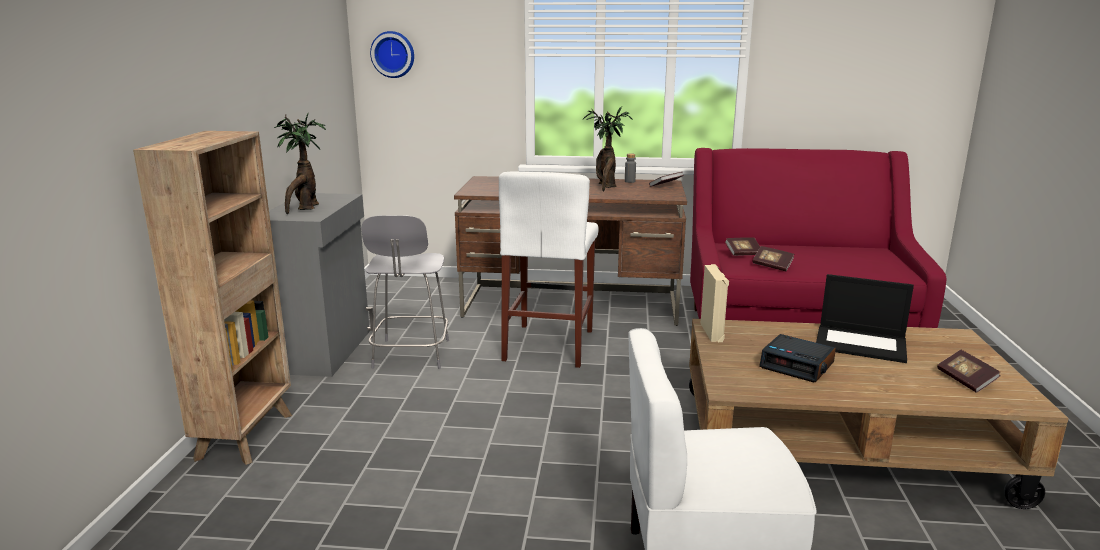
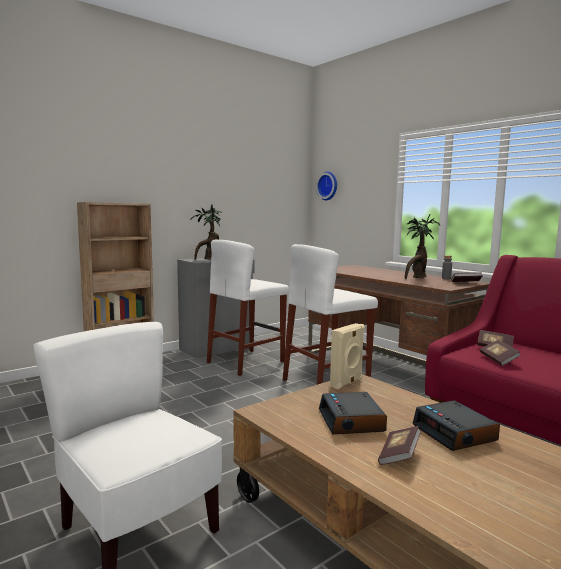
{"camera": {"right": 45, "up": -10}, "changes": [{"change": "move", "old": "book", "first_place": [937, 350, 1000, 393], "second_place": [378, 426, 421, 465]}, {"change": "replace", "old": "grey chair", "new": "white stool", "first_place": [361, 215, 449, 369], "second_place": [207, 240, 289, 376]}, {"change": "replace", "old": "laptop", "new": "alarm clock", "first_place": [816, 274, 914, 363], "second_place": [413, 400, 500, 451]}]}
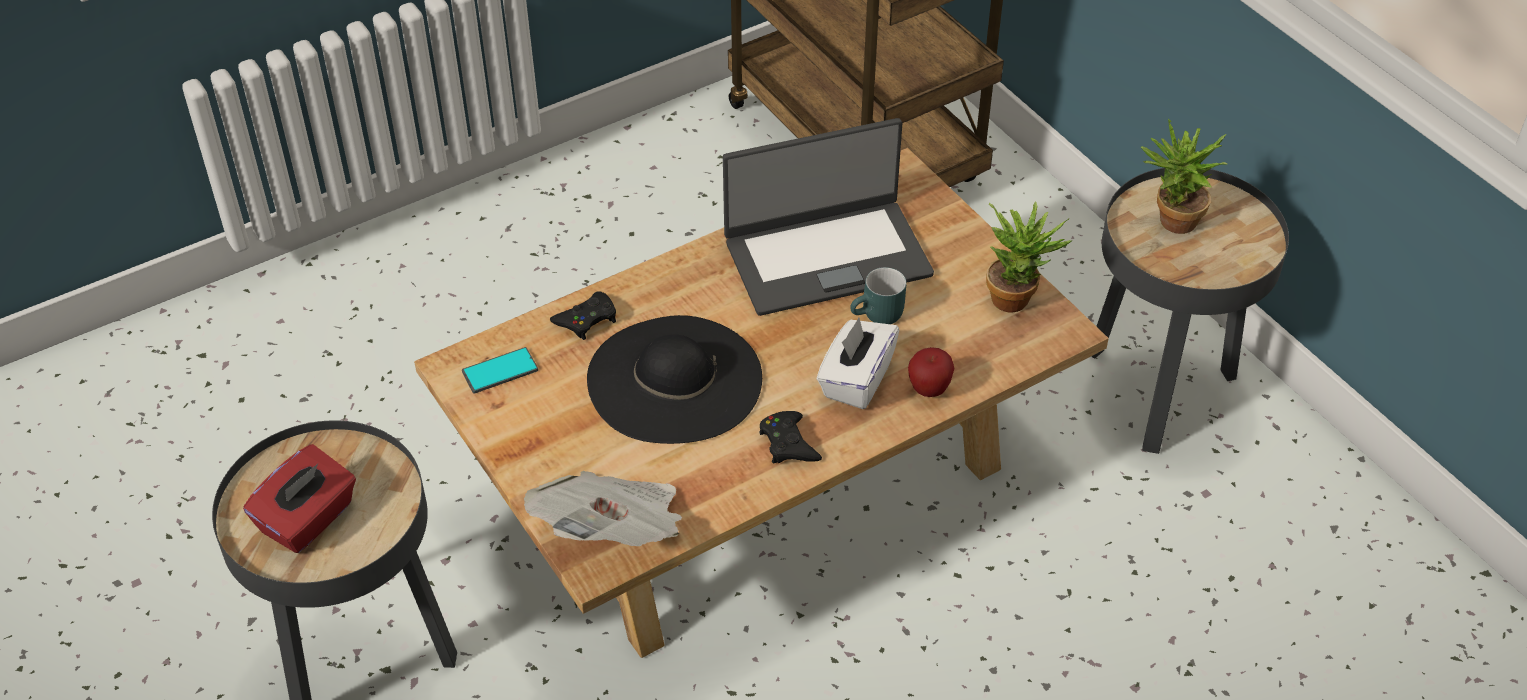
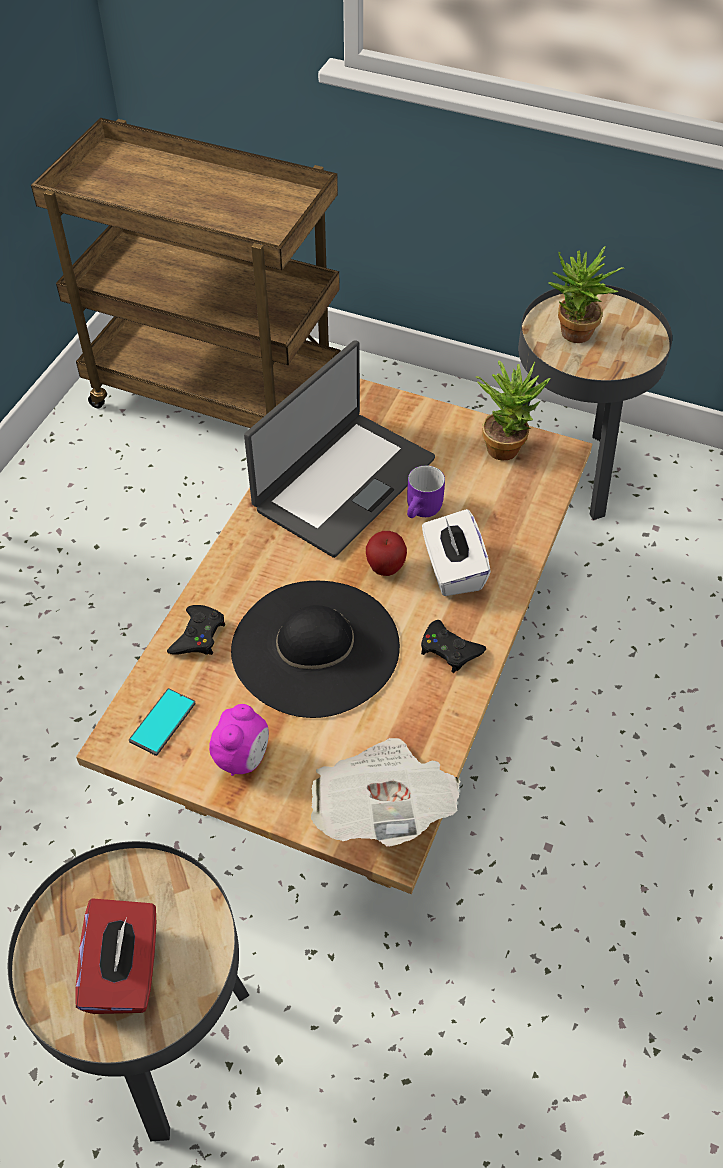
{"camera": {"right": -35, "up": 5}, "changes": [{"change": "insert", "new": "alarm clock", "second_place": [209, 704, 269, 776]}, {"change": "move", "old": "apple", "first_place": [908, 347, 955, 397], "second_place": [366, 531, 407, 576]}, {"change": "recolor", "old": "turquoise mug", "new": "purple mug", "first_place": [850, 267, 906, 324], "second_place": [407, 465, 445, 518]}]}
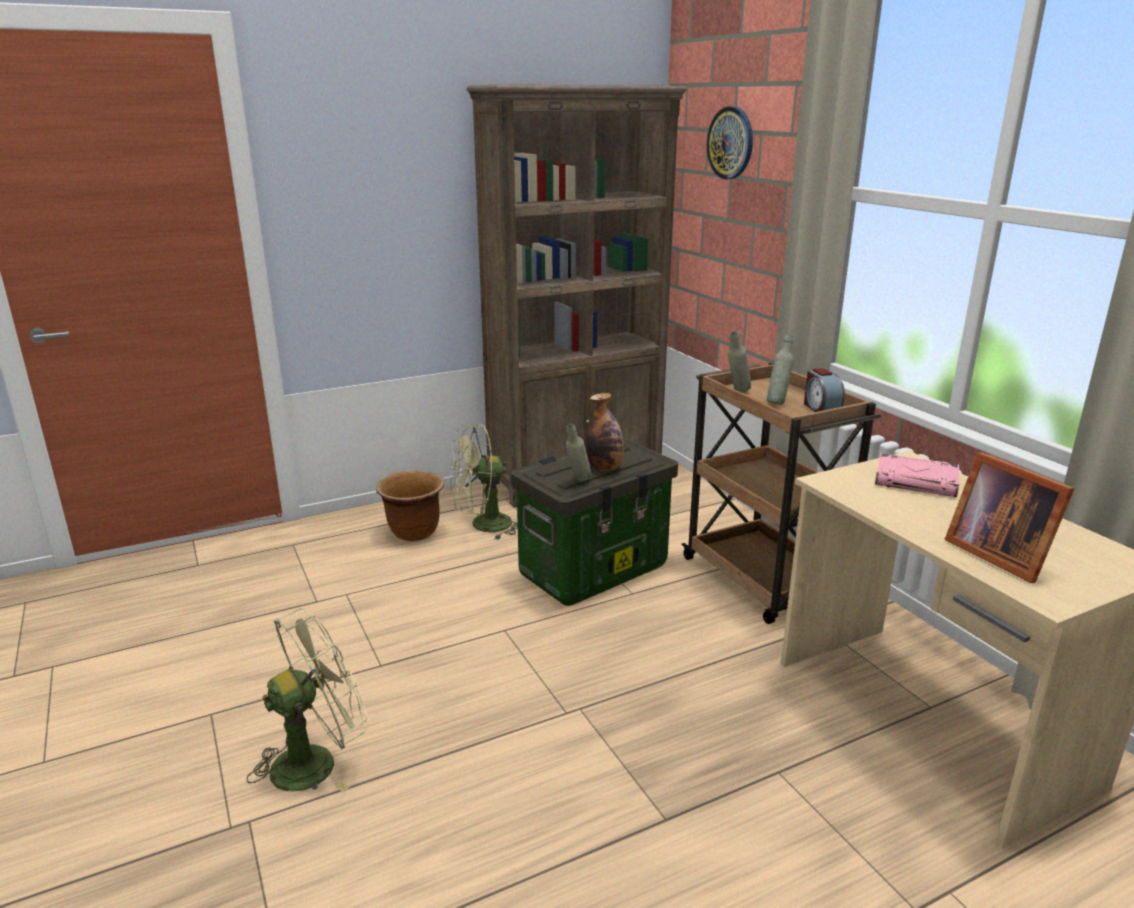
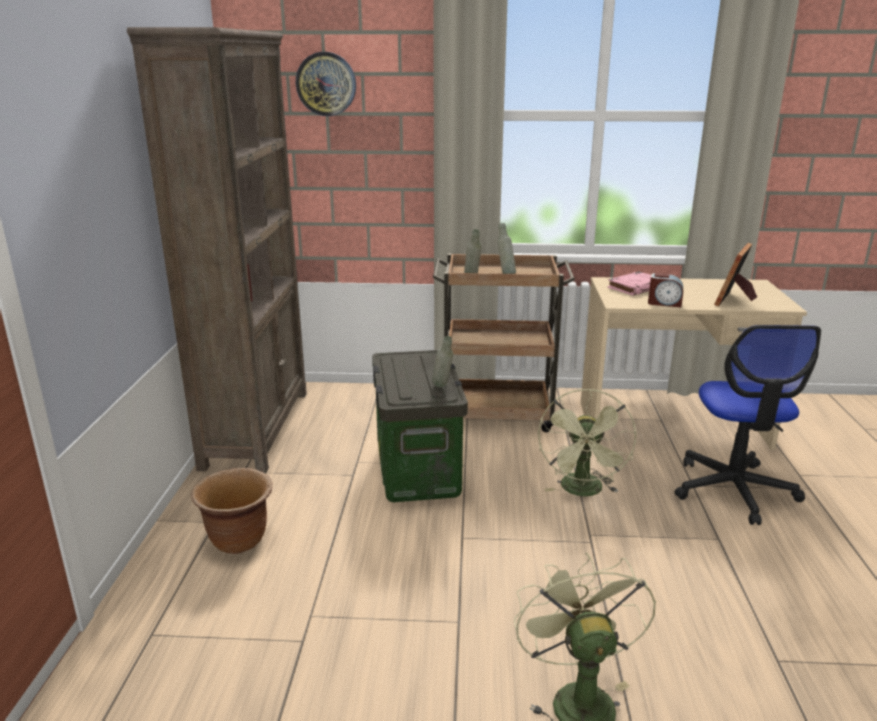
{"camera": {"right": -60, "up": 0}, "changes": [{"change": "delete", "old": "bottle", "first_place": [585, 393, 624, 471]}, {"change": "insert", "new": "office chair", "second_place": [675, 325, 821, 525]}, {"change": "move", "old": "green fan", "first_place": [449, 424, 518, 540], "second_place": [538, 389, 636, 496]}, {"change": "move", "old": "alarm clock", "first_place": [804, 368, 845, 412], "second_place": [648, 273, 683, 307]}, {"change": "rotate", "old": "picture frame", "first_place": [945, 452, 1074, 583], "second_place": [714, 243, 757, 307], "degrees": 120}]}
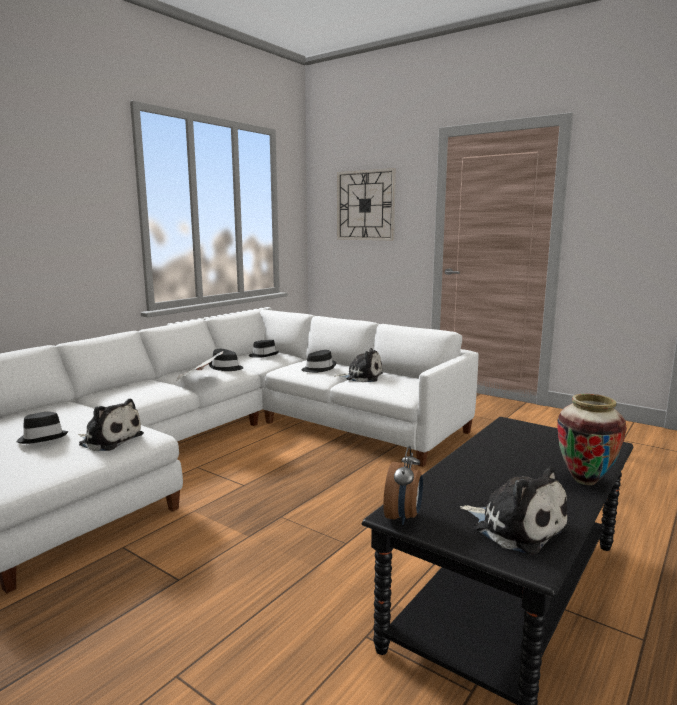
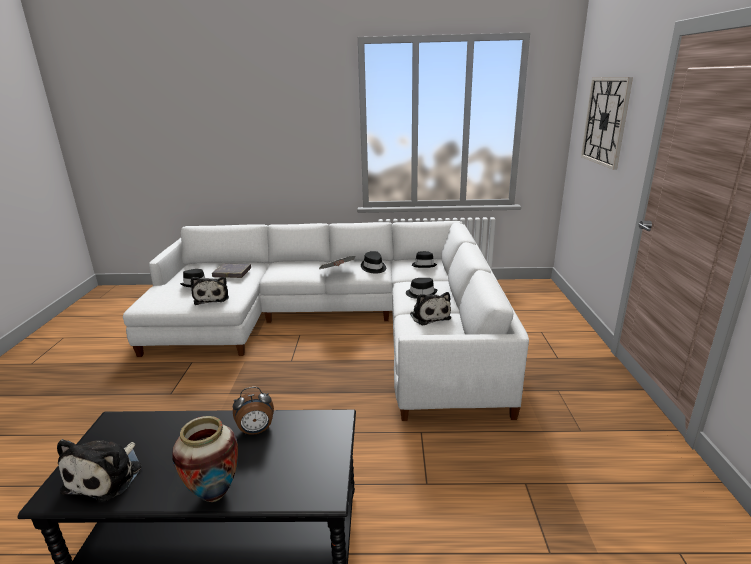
{"camera": {"right": 55, "up": 10}, "changes": [{"change": "insert", "new": "grey book", "second_place": [212, 263, 251, 278]}, {"change": "move", "old": "alarm clock", "first_place": [383, 446, 423, 525], "second_place": [233, 387, 274, 435]}]}
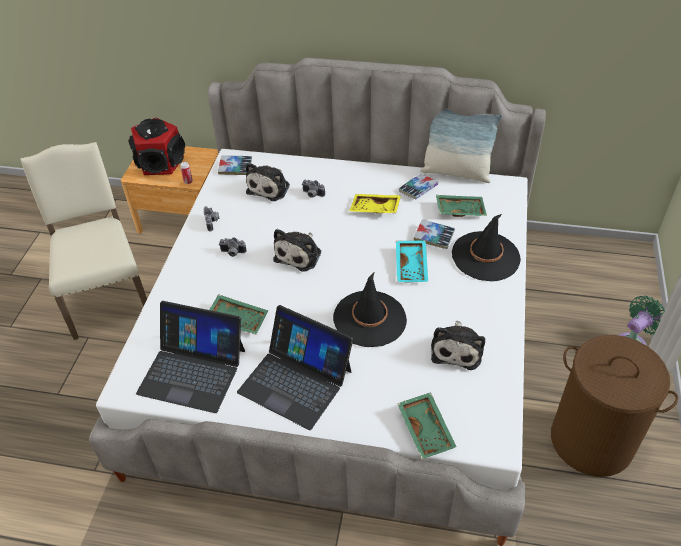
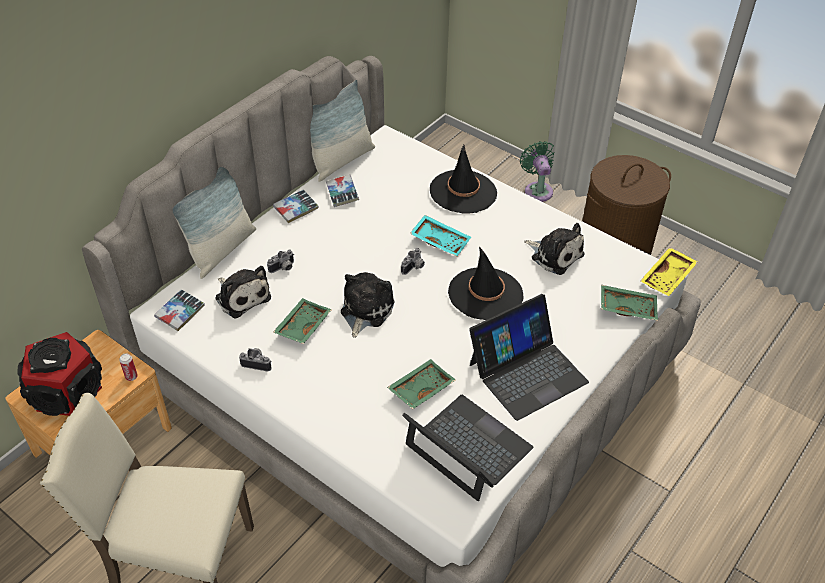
{"camera": {"right": -65, "up": 0}, "changes": [{"change": "insert", "new": "pillow", "second_place": [173, 167, 256, 279]}, {"change": "move", "old": "photo camera", "first_place": [219, 237, 246, 257], "second_place": [401, 248, 425, 275]}, {"change": "move", "old": "yellow tray", "first_place": [349, 194, 401, 213], "second_place": [641, 247, 698, 296]}, {"change": "move", "old": "book", "first_place": [414, 219, 455, 249], "second_place": [273, 190, 319, 223]}, {"change": "move", "old": "green tray", "first_place": [436, 195, 487, 217], "second_place": [273, 298, 332, 344]}, {"change": "rotate", "old": "laptop", "first_place": [136, 301, 245, 413], "second_place": [402, 395, 533, 501], "degrees": -90}, {"change": "rotate", "old": "plush toy", "first_place": [273, 229, 321, 272], "second_place": [341, 272, 394, 338], "degrees": -120}]}
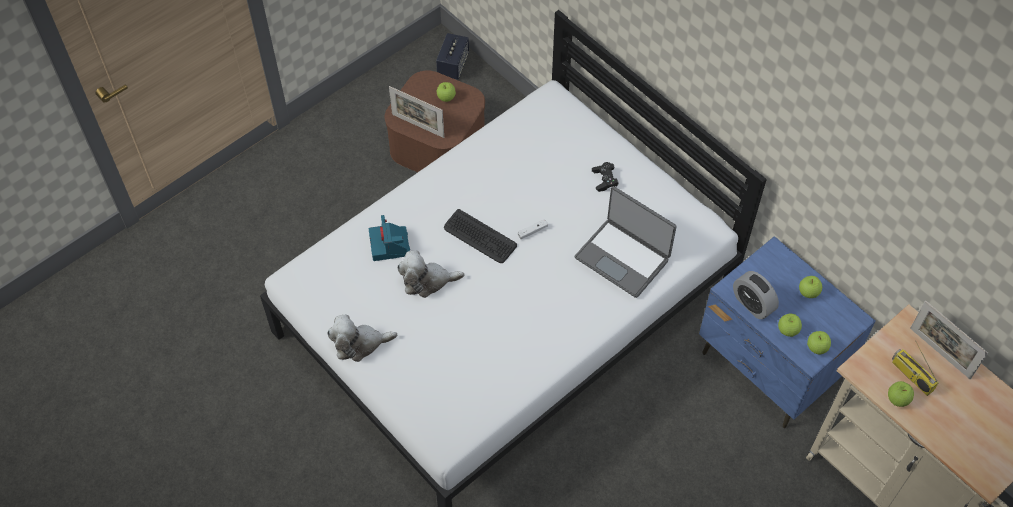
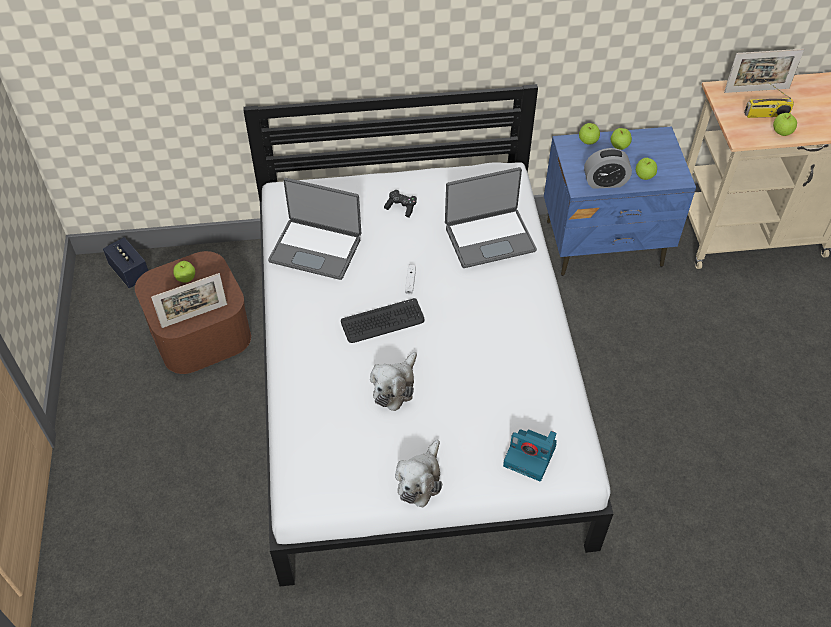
{"camera": {"right": -55, "up": -5}, "changes": [{"change": "insert", "new": "laptop", "second_place": [268, 178, 361, 280]}, {"change": "move", "old": "photo camera", "first_place": [369, 215, 410, 261], "second_place": [503, 429, 557, 481]}, {"change": "move", "old": "apple", "first_place": [807, 331, 831, 355], "second_place": [579, 123, 600, 145]}]}
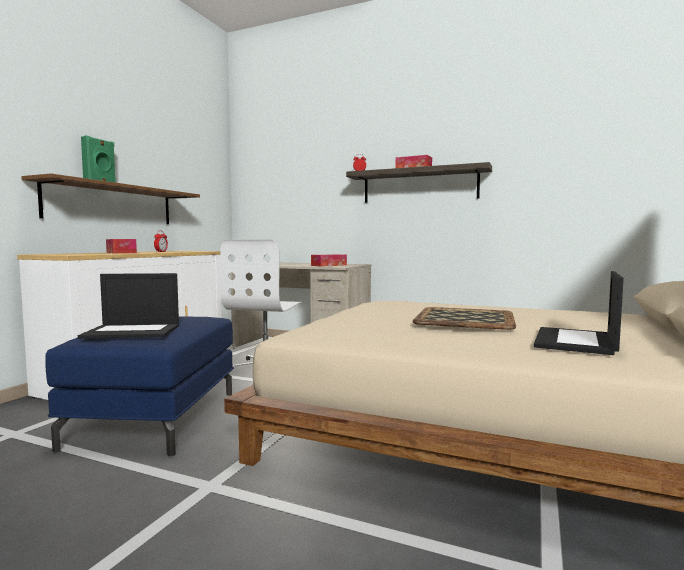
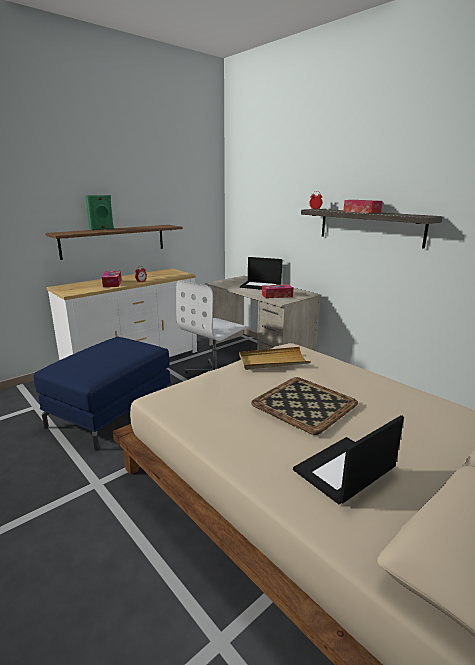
{"camera": {"right": 25, "up": 15}, "changes": [{"change": "insert", "new": "beige tray", "second_place": [239, 347, 311, 370]}, {"change": "move", "old": "laptop", "first_place": [78, 273, 179, 339], "second_place": [240, 257, 283, 290]}]}
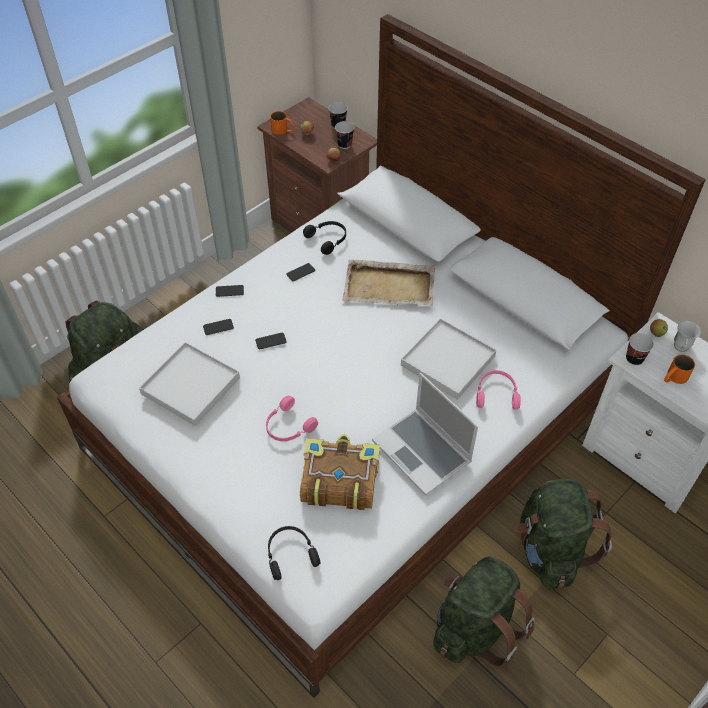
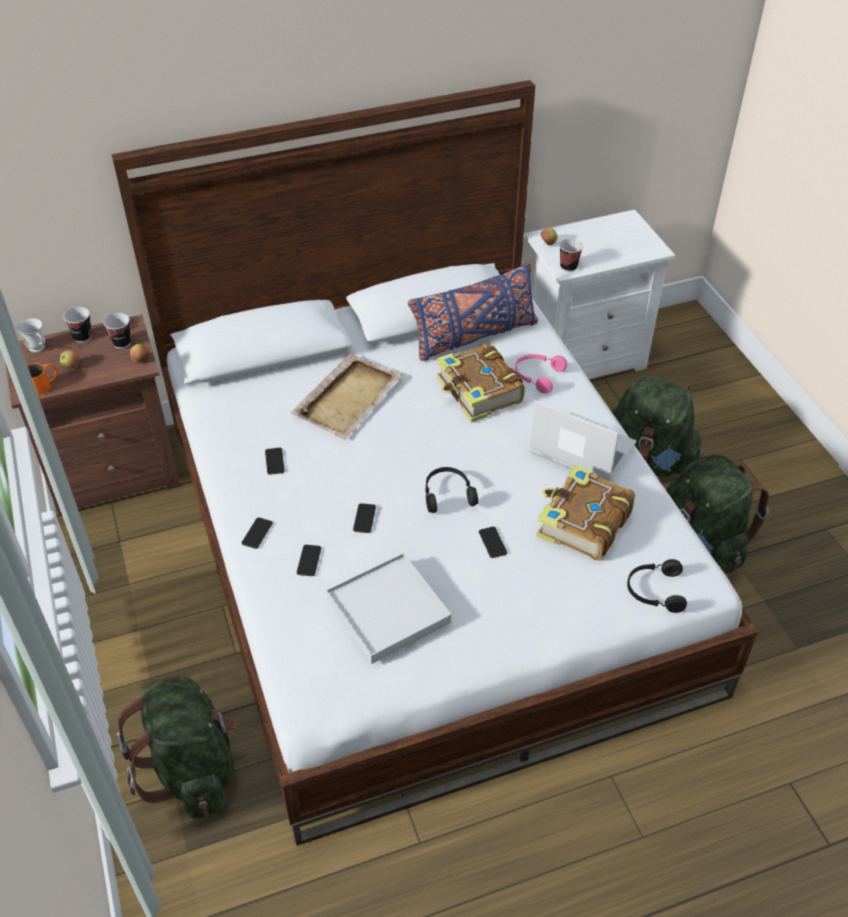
{"camera": {"right": -65, "up": -5}, "changes": [{"change": "delete", "old": "orange mug", "first_place": [664, 354, 695, 384]}, {"change": "insert", "new": "blue pillow", "second_place": [408, 262, 538, 361]}, {"change": "move", "old": "black headphones", "first_place": [303, 221, 346, 255], "second_place": [426, 467, 478, 513]}, {"change": "move", "old": "white mug", "first_place": [674, 321, 701, 352], "second_place": [17, 318, 45, 353]}, {"change": "replace", "old": "pink headphones", "new": "phone", "first_place": [266, 396, 318, 441], "second_place": [479, 527, 507, 558]}, {"change": "replace", "old": "white tray", "new": "book", "first_place": [401, 318, 496, 400], "second_place": [437, 343, 525, 423]}, {"change": "rotate", "old": "laptop", "first_place": [372, 373, 478, 496], "second_place": [529, 400, 636, 482], "degrees": -135}]}
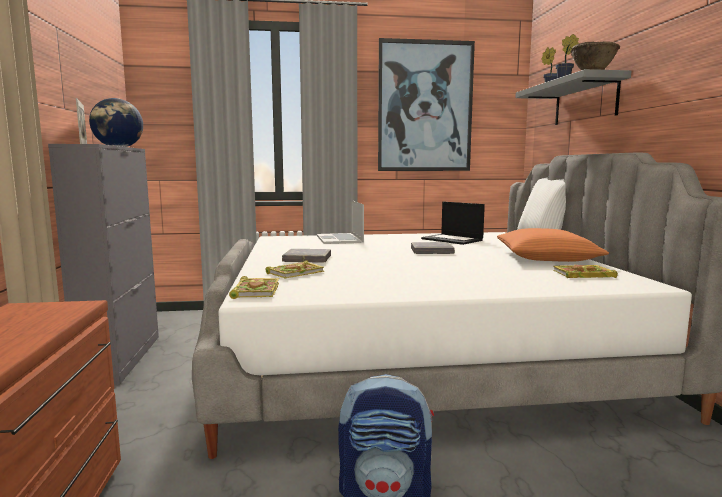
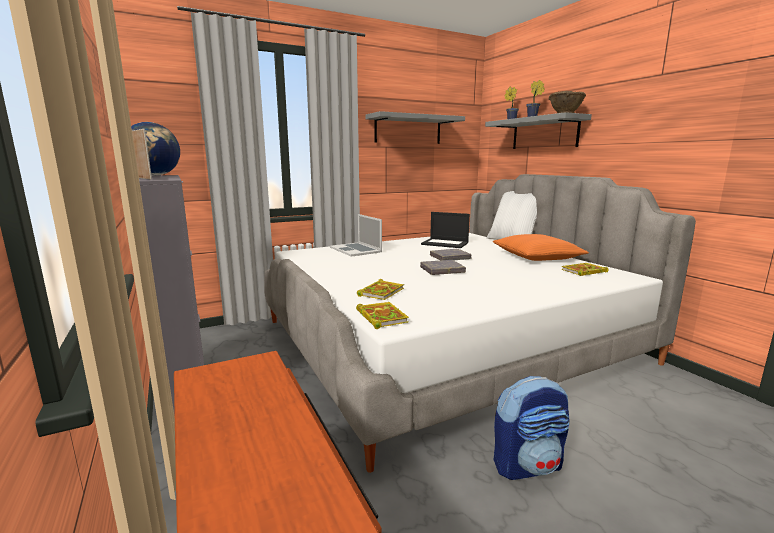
{"camera": {"right": -20, "up": 5}, "changes": [{"change": "move", "old": "grey book", "first_place": [282, 249, 331, 263], "second_place": [420, 260, 466, 275]}, {"change": "replace", "old": "picture", "new": "grey shelf", "first_place": [378, 38, 475, 171], "second_place": [365, 111, 465, 144]}]}
